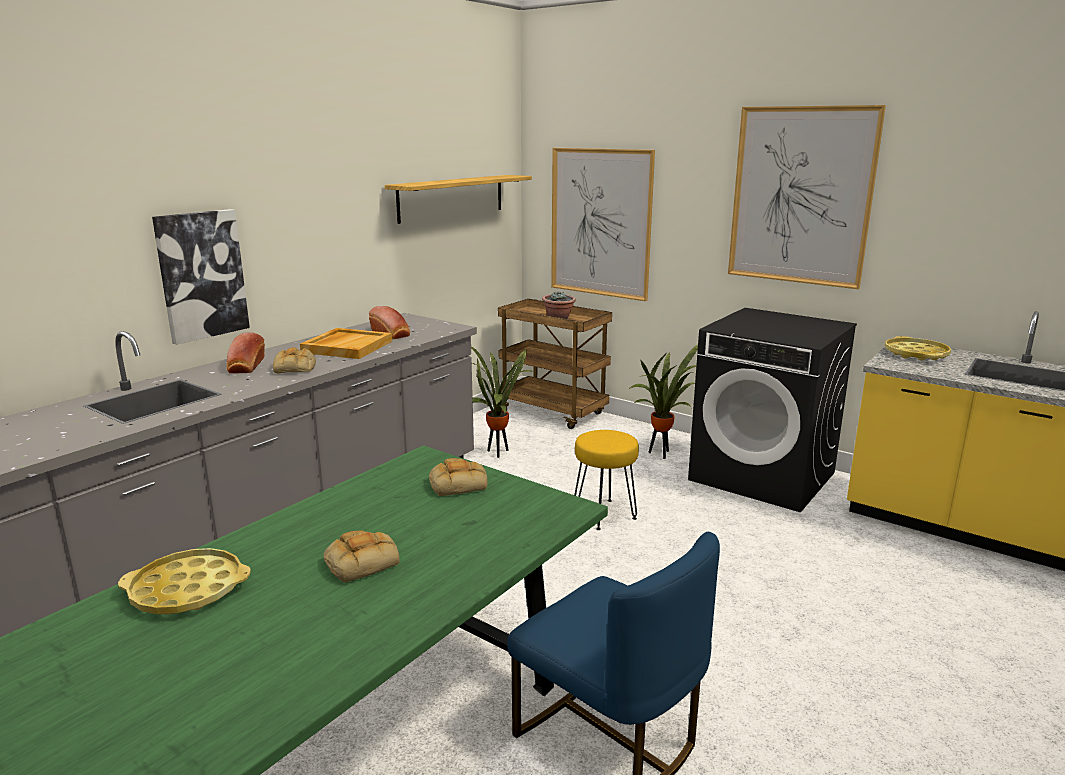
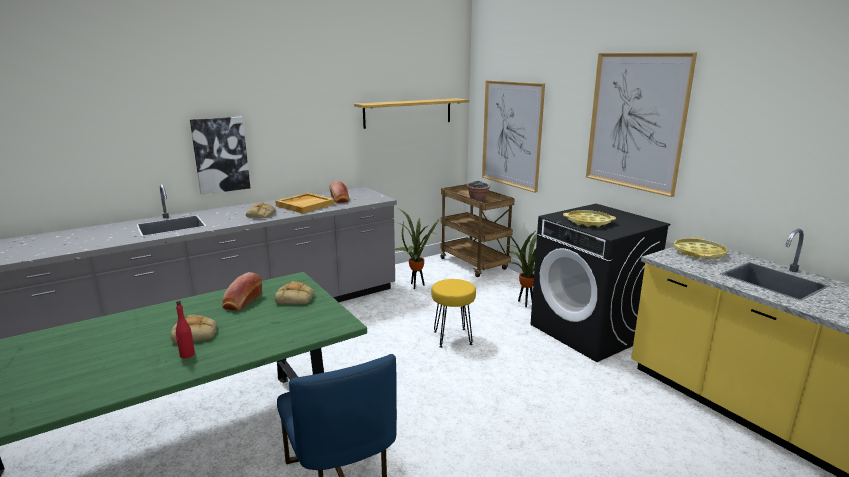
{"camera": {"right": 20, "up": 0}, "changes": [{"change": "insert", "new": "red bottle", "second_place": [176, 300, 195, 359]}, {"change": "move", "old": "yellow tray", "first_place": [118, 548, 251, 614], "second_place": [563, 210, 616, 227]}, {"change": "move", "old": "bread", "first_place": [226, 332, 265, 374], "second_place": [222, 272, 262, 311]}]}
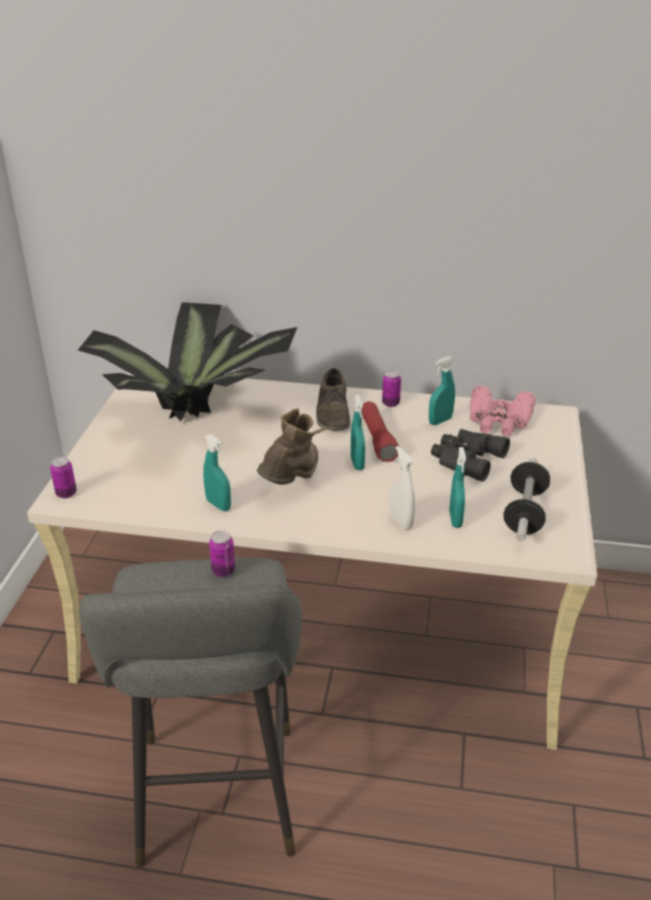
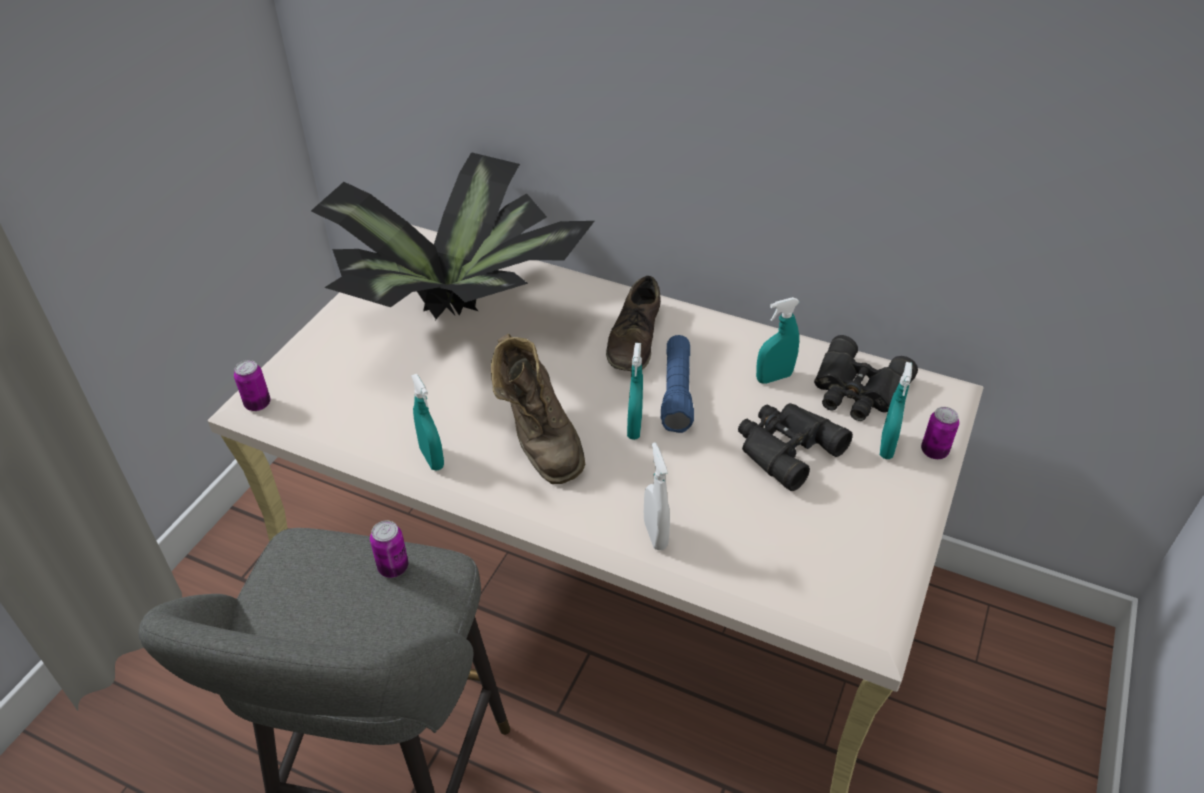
{"camera": {"right": 15, "up": 10}, "changes": [{"change": "delete", "old": "dumbbell", "first_place": [504, 458, 550, 541]}, {"change": "move", "old": "can", "first_place": [382, 370, 401, 407], "second_place": [921, 407, 959, 459]}, {"change": "move", "old": "turquoise spray bottle", "first_place": [449, 447, 466, 528], "second_place": [880, 362, 912, 459]}, {"change": "recolor", "old": "red flashlight", "new": "blue flashlight", "first_place": [362, 401, 399, 462], "second_place": [661, 335, 694, 433]}, {"change": "recolor", "old": "pink binoculars", "new": "black binoculars", "first_place": [470, 386, 536, 436], "second_place": [814, 335, 918, 421]}, {"change": "rotate", "old": "brown boot", "first_place": [257, 408, 326, 485], "second_place": [491, 333, 585, 484], "degrees": 120}]}
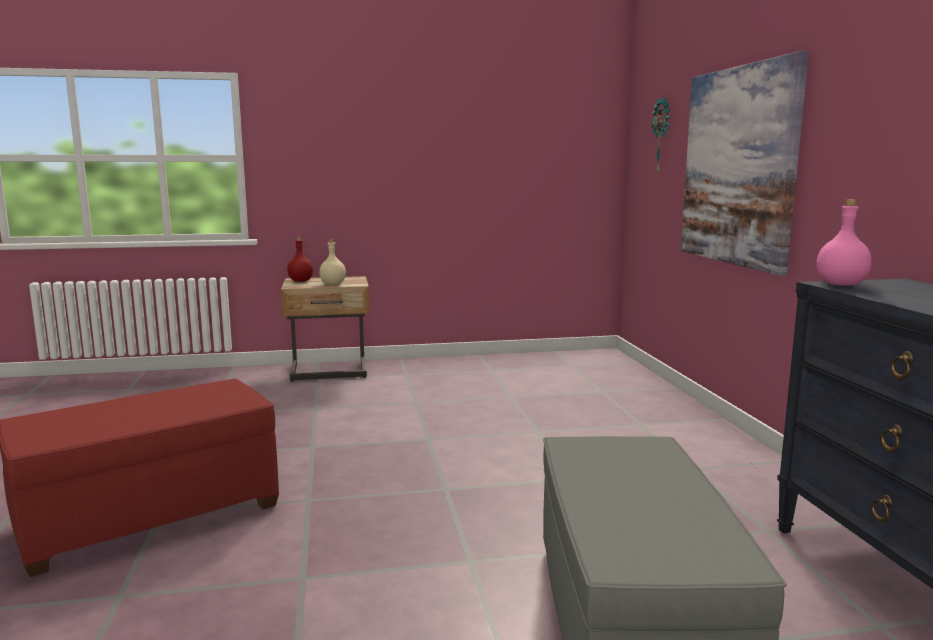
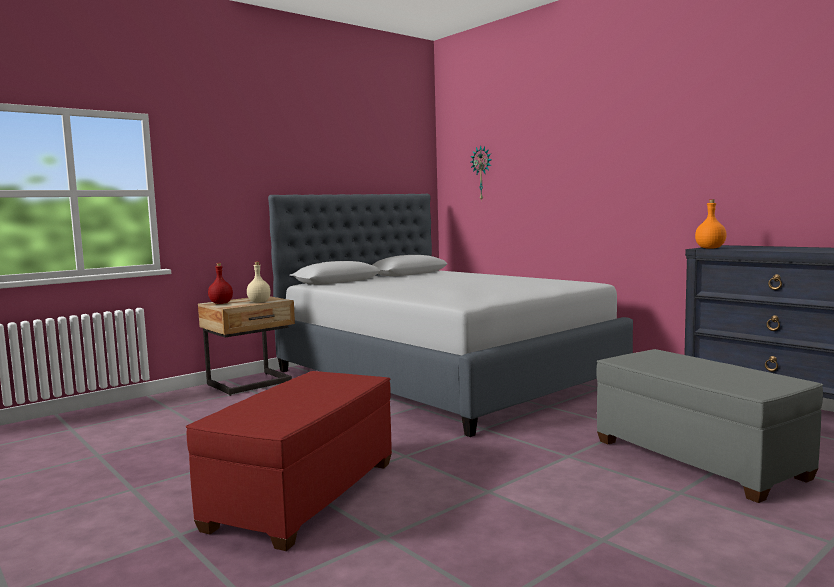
{"camera": {"right": -30, "up": -5}, "changes": [{"change": "delete", "old": "picture", "first_place": [681, 51, 809, 276]}, {"change": "insert", "new": "grey bed", "second_place": [268, 194, 633, 437]}, {"change": "recolor", "old": "pink bottle", "new": "orange bottle", "first_place": [817, 199, 872, 286], "second_place": [695, 199, 726, 249]}]}
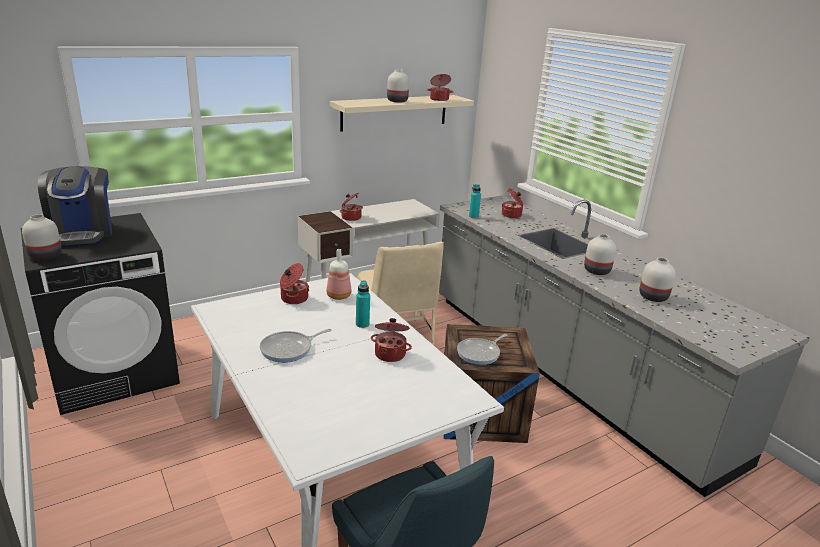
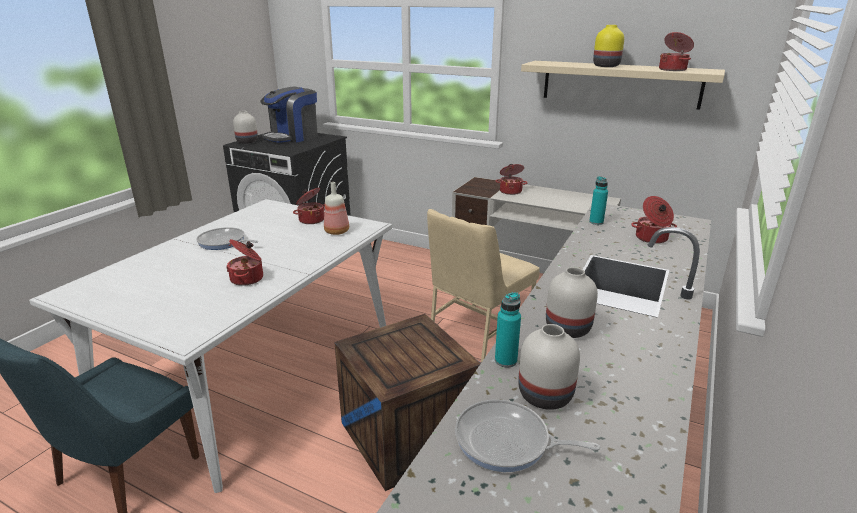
{"camera": {"right": 60, "up": 0}, "changes": [{"change": "move", "old": "turquoise bottle", "first_place": [356, 281, 370, 328], "second_place": [495, 292, 521, 368]}, {"change": "move", "old": "frying pan", "first_place": [457, 334, 507, 365], "second_place": [455, 399, 600, 472]}, {"change": "recolor", "old": "white vase", "new": "yellow vase", "first_place": [387, 69, 409, 103], "second_place": [593, 25, 624, 67]}]}
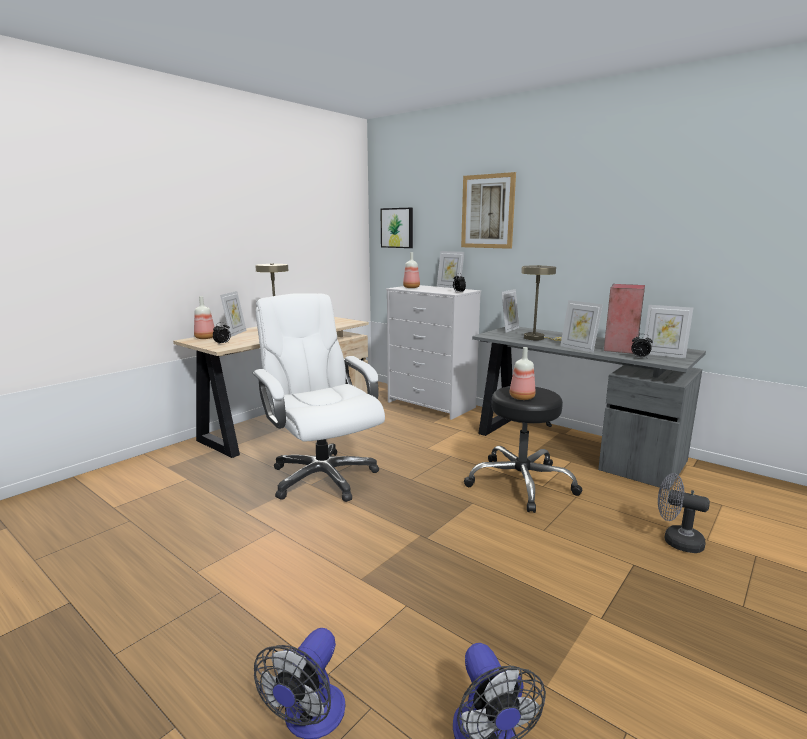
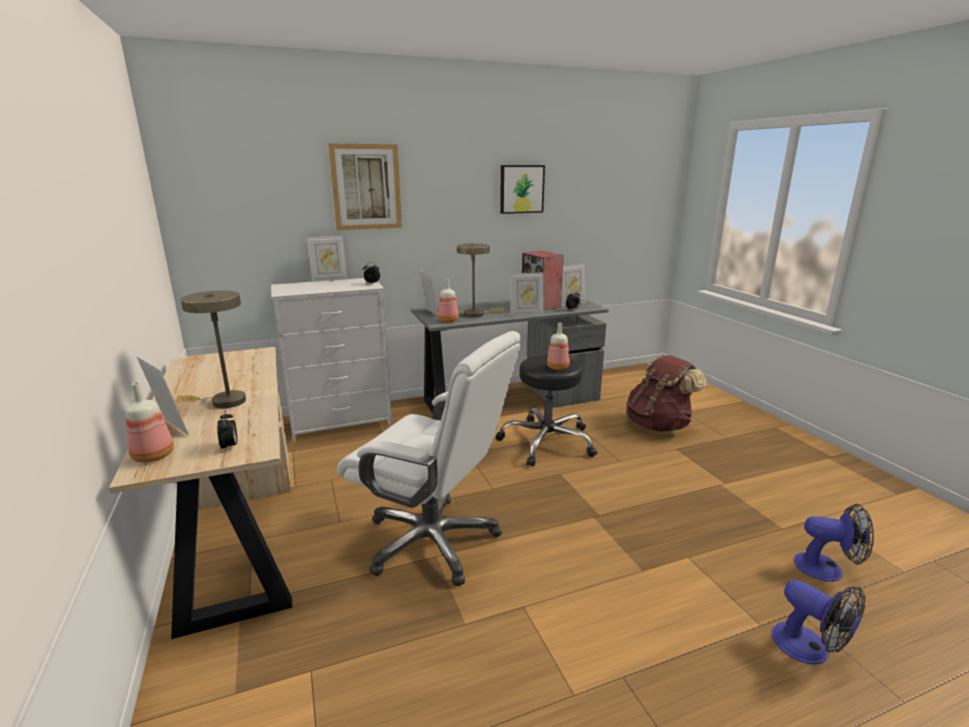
{"camera": {"right": -60, "up": 5}, "changes": [{"change": "move", "old": "picture", "first_place": [380, 208, 413, 248], "second_place": [500, 165, 545, 214]}, {"change": "move", "old": "bottle", "first_place": [403, 252, 420, 288], "second_place": [438, 279, 459, 322]}, {"change": "replace", "old": "grey fan", "new": "brown backpack", "first_place": [658, 473, 710, 553], "second_place": [627, 355, 707, 432]}, {"change": "rotate", "old": "white office chair", "first_place": [253, 293, 385, 502], "second_place": [337, 331, 521, 586], "degrees": -150}]}
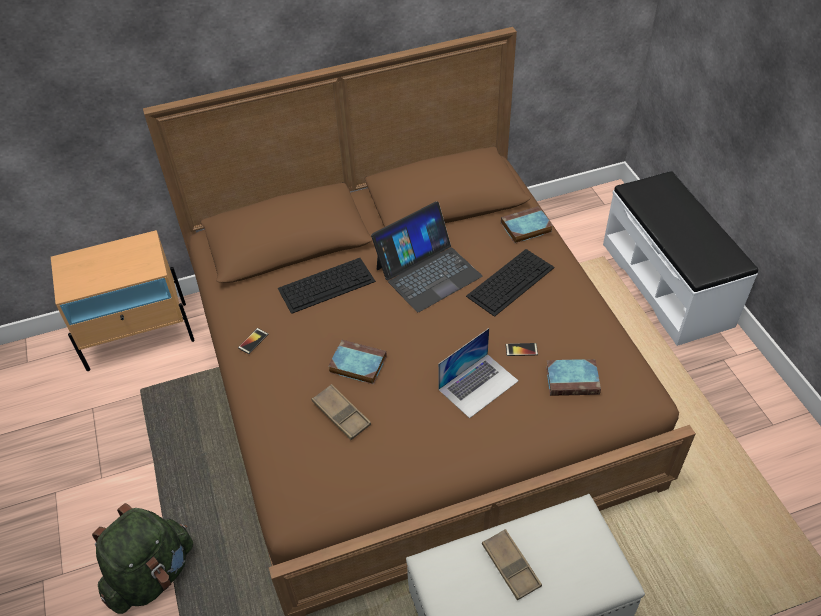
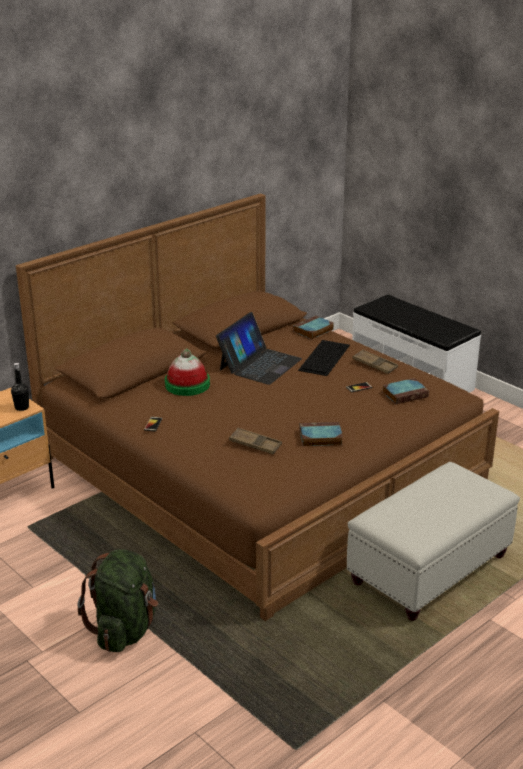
{"camera": {"right": -25, "up": -20}, "changes": [{"change": "delete", "old": "laptop", "first_place": [438, 328, 519, 418]}, {"change": "insert", "new": "black bottle", "second_place": [11, 363, 29, 411]}, {"change": "move", "old": "book", "first_place": [328, 340, 387, 385], "second_place": [300, 422, 343, 446]}, {"change": "move", "old": "brown tray", "first_place": [482, 529, 542, 601], "second_place": [353, 349, 398, 374]}, {"change": "replace", "old": "keyboard", "new": "hat", "first_place": [278, 258, 376, 314], "second_place": [165, 349, 210, 396]}]}
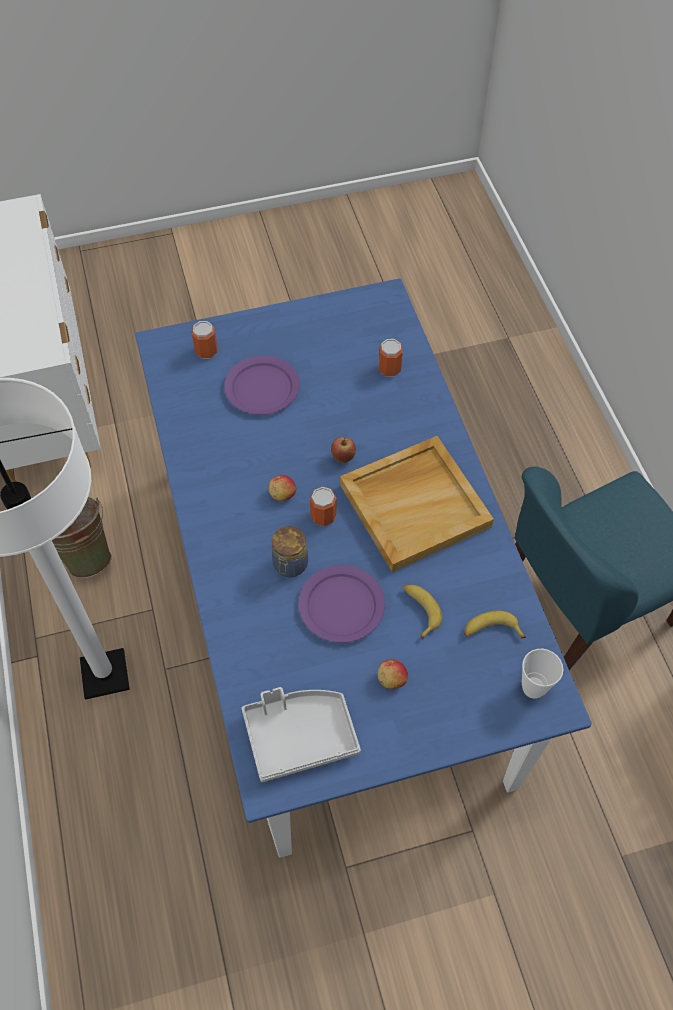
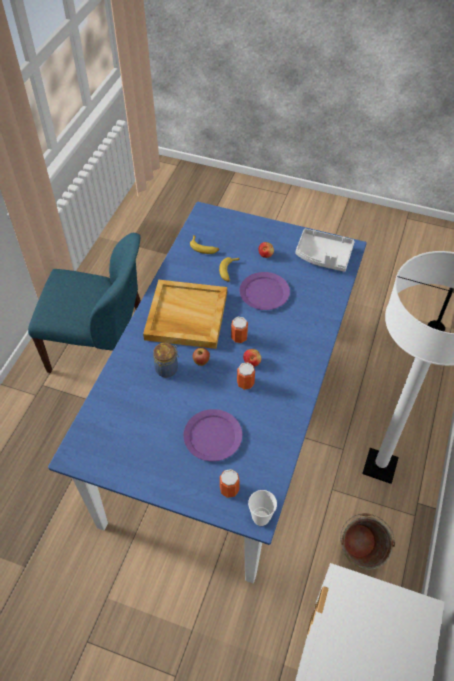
{"camera": {"right": -145, "up": -5}, "changes": [{"change": "move", "old": "jar", "first_place": [272, 526, 308, 577], "second_place": [153, 343, 179, 377]}, {"change": "move", "old": "can", "first_place": [379, 339, 403, 377], "second_place": [237, 362, 255, 390]}, {"change": "move", "old": "cup", "first_place": [522, 649, 563, 699], "second_place": [248, 490, 277, 526]}]}
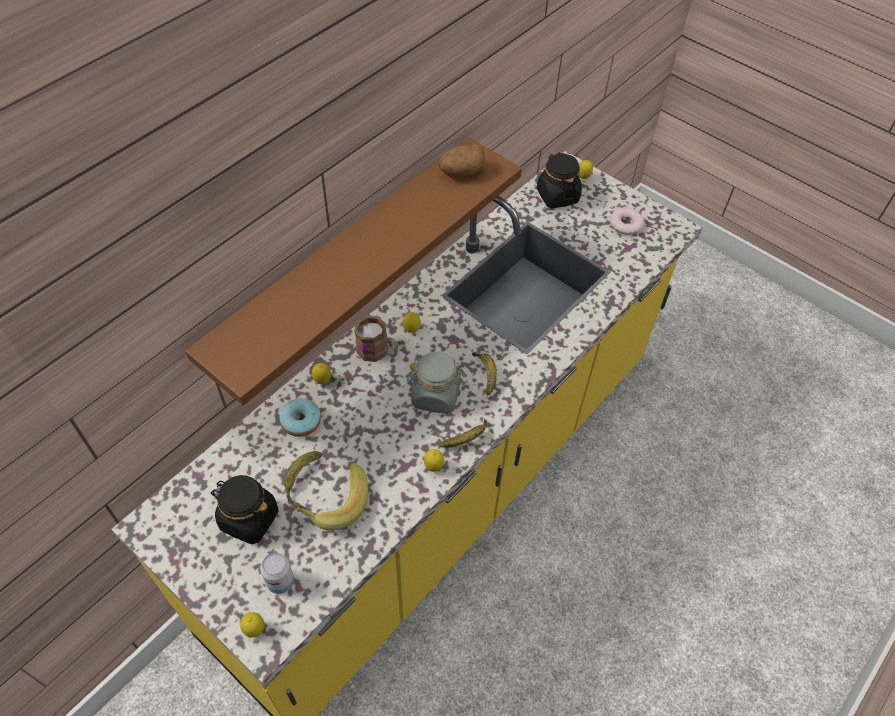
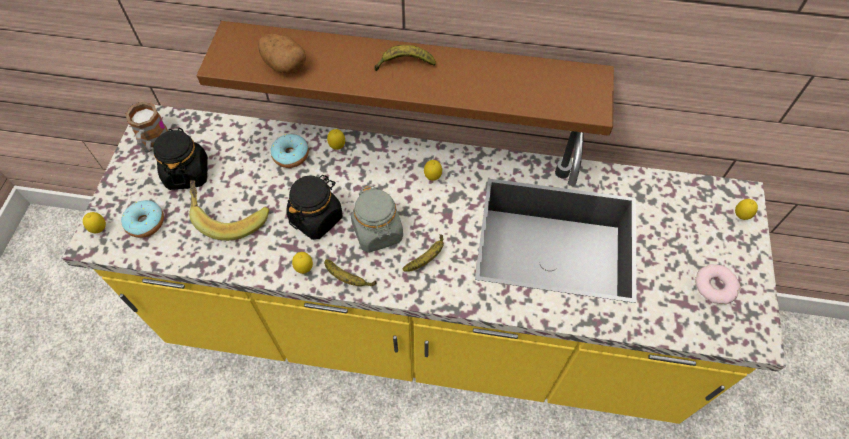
{"camera": {"right": 60, "up": 5}, "changes": [{"change": "move", "old": "banana", "first_place": [284, 451, 323, 500], "second_place": [374, 45, 436, 71]}, {"change": "move", "old": "mug", "first_place": [354, 315, 398, 362], "second_place": [125, 102, 168, 152]}, {"change": "move", "old": "potato", "first_place": [438, 144, 485, 178], "second_place": [258, 34, 306, 74]}, {"change": "move", "old": "black jar", "first_place": [537, 152, 582, 208], "second_place": [286, 175, 343, 240]}, {"change": "replace", "old": "can", "new": "donut", "first_place": [260, 553, 294, 594], "second_place": [121, 200, 164, 238]}]}
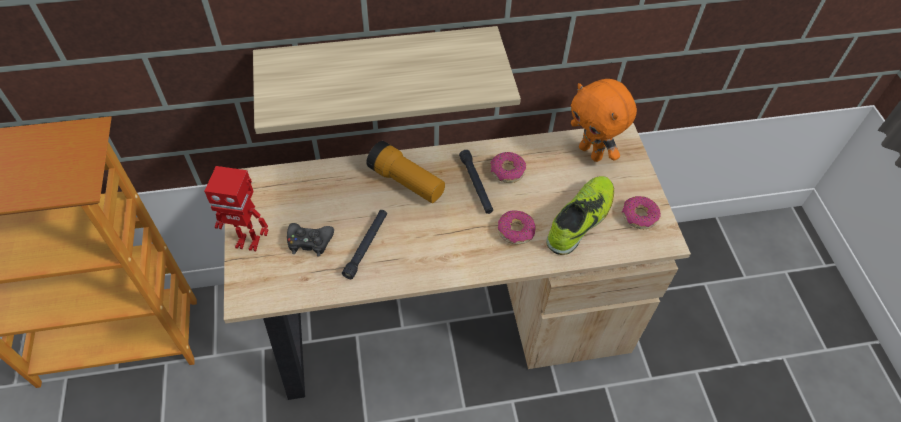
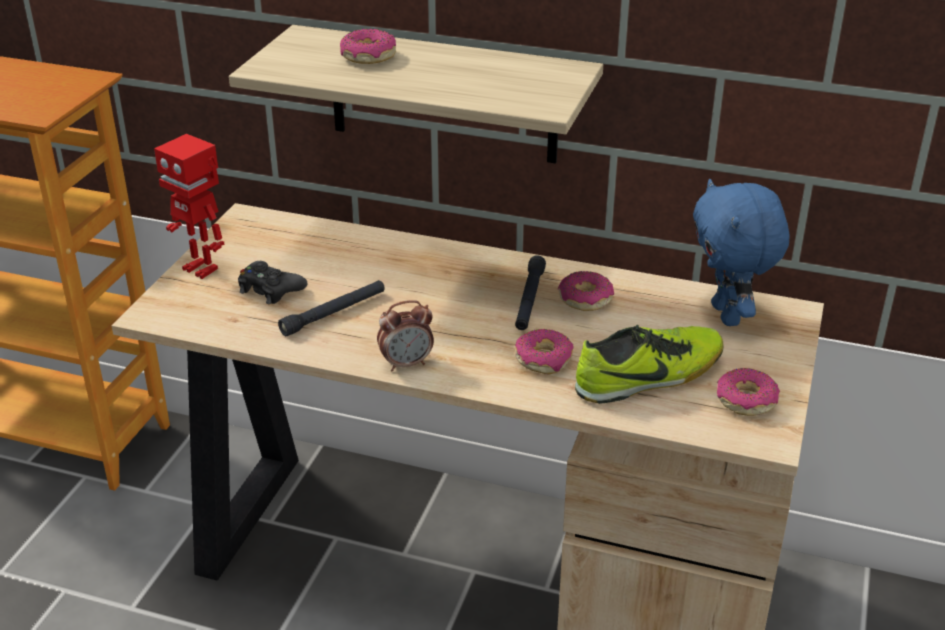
{"camera": {"right": 30, "up": -20}, "changes": [{"change": "delete", "old": "flashlight", "first_place": [366, 141, 445, 203]}, {"change": "insert", "new": "donut", "second_place": [340, 29, 396, 64]}, {"change": "insert", "new": "alarm clock", "second_place": [377, 300, 434, 371]}, {"change": "recolor", "old": "orange plush toy", "new": "blue plush toy", "first_place": [571, 79, 637, 162], "second_place": [693, 179, 790, 326]}]}
